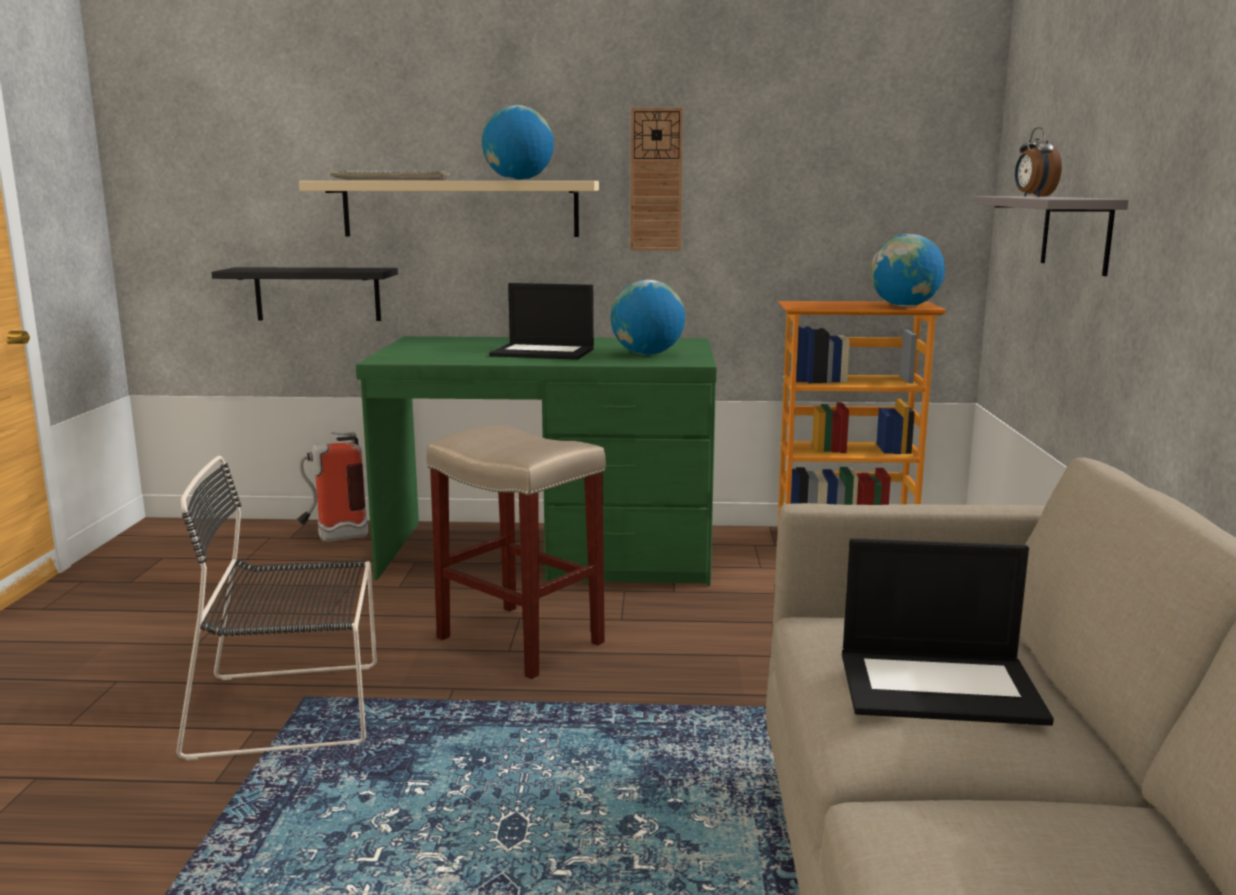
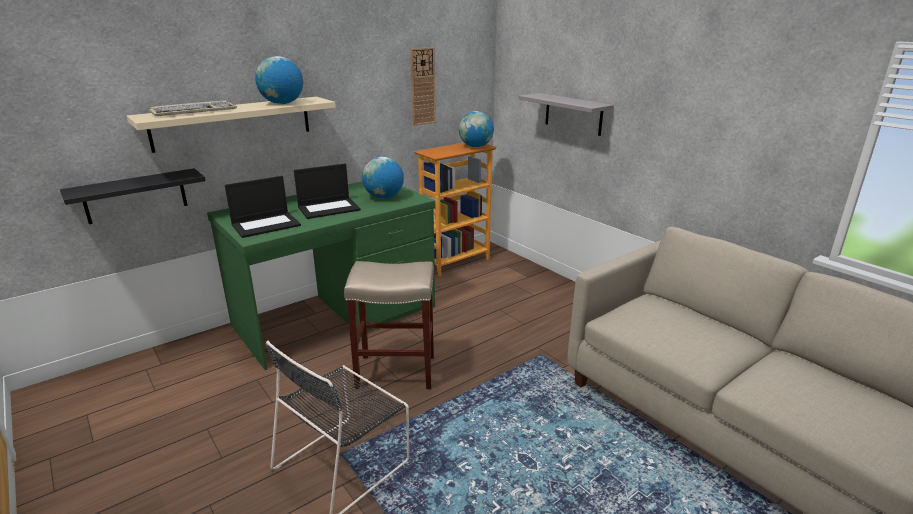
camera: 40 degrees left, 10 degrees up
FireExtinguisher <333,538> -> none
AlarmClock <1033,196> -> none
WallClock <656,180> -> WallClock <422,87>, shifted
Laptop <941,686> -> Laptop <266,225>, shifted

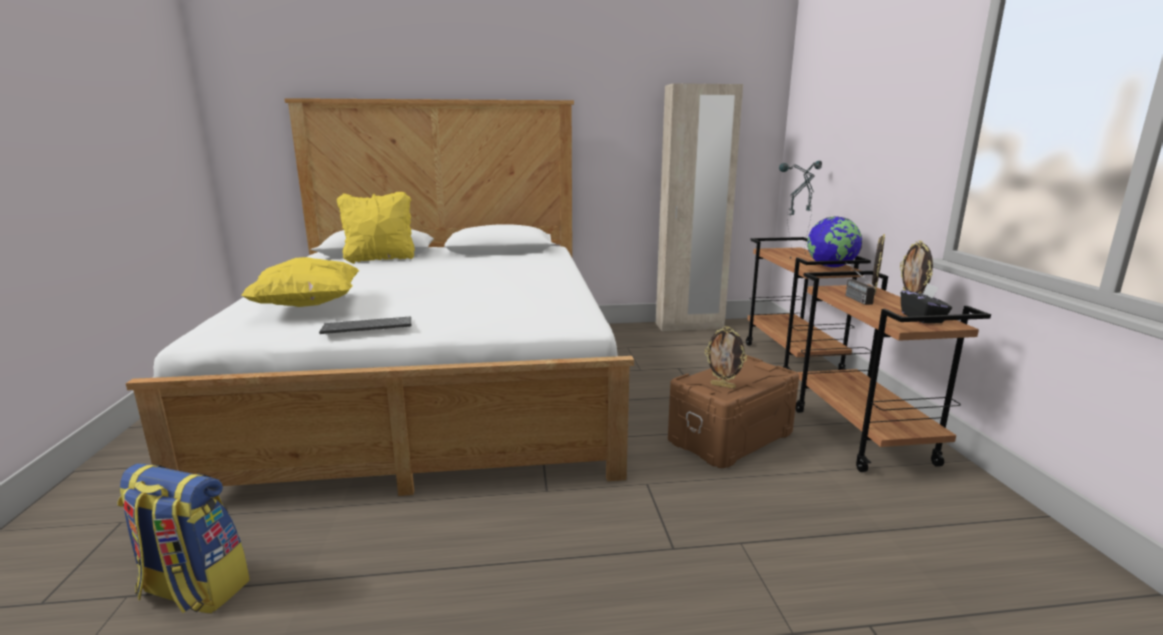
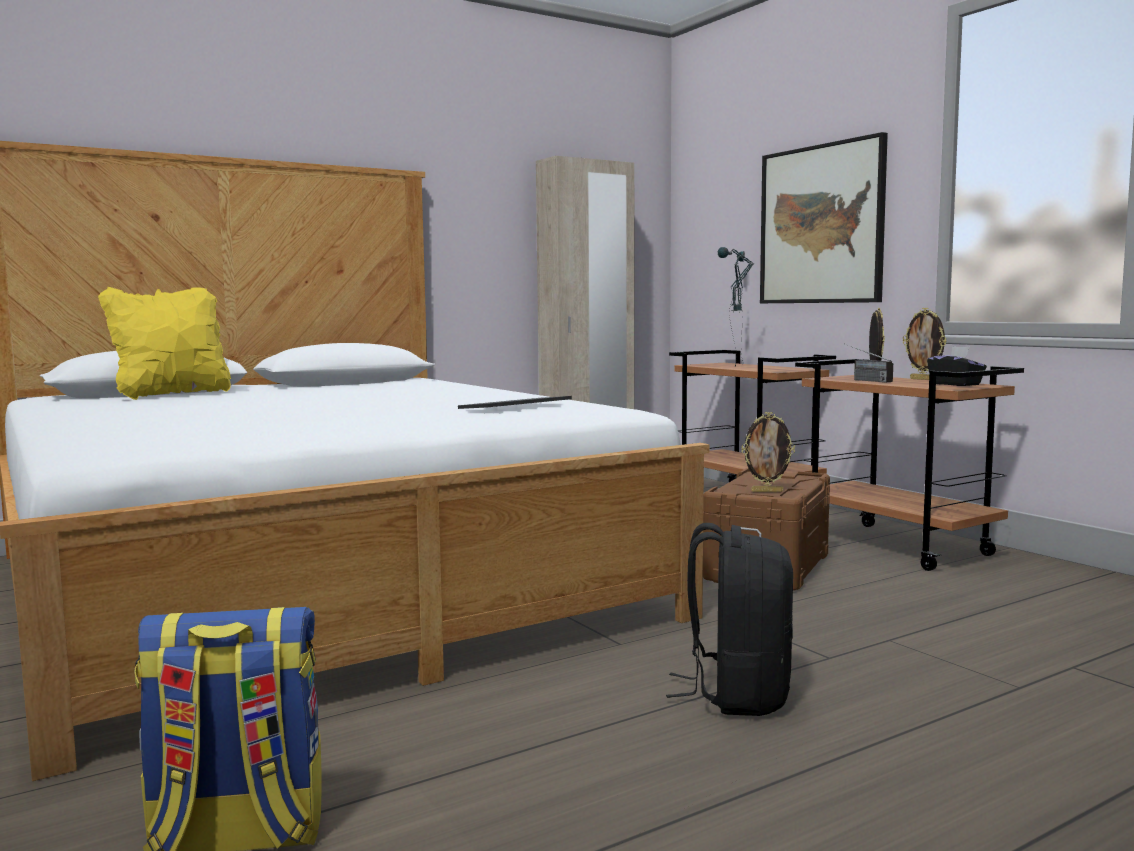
camera: 25 degrees left, 10 degrees down
YellowPillow <307,305> -> none
Globe <831,267> -> none
none -> BlackBackpack <737,694>
none -> Picture <821,225>
Keyboard <366,328> -> Keyboard <516,406>, shifted

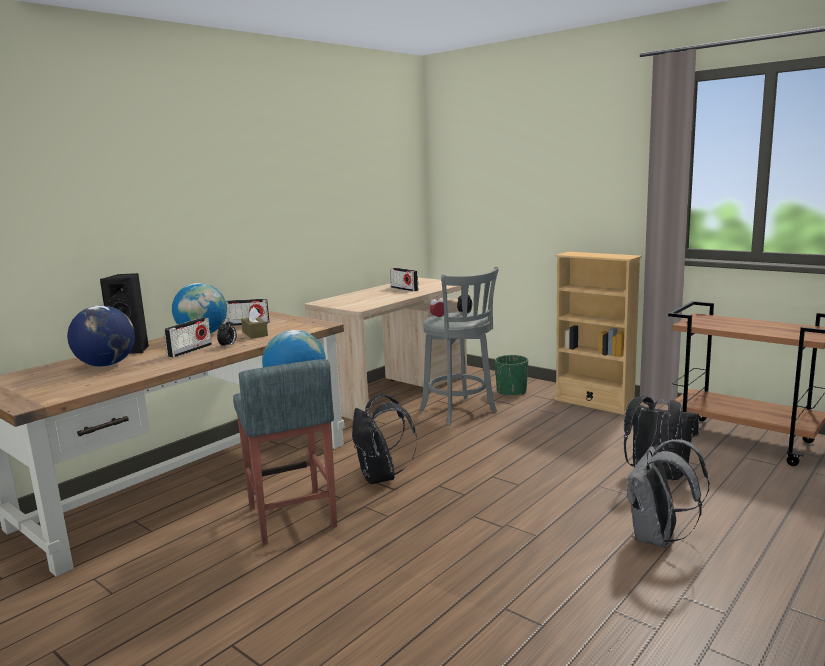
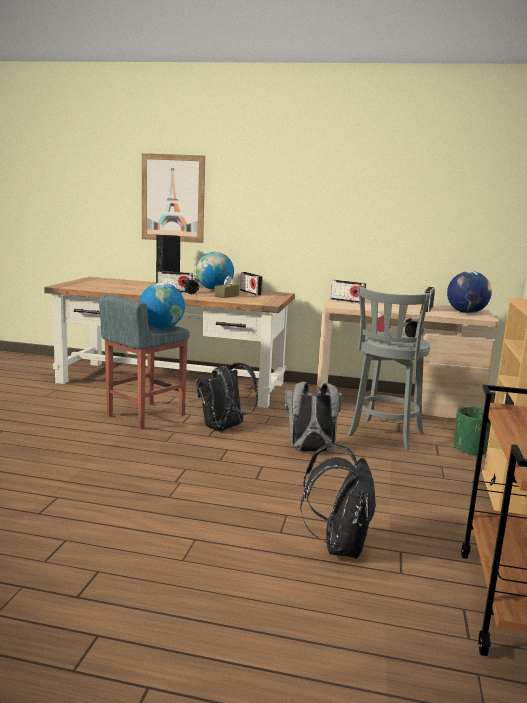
camera: 60 degrees right, 0 degrees up
none -> Picture <173,198>
none -> Radio <347,301>
Globe <106,365> -> Globe <466,313>, shifted
GreyBackpack <658,538> -> GreyBackpack <310,451>, shifted

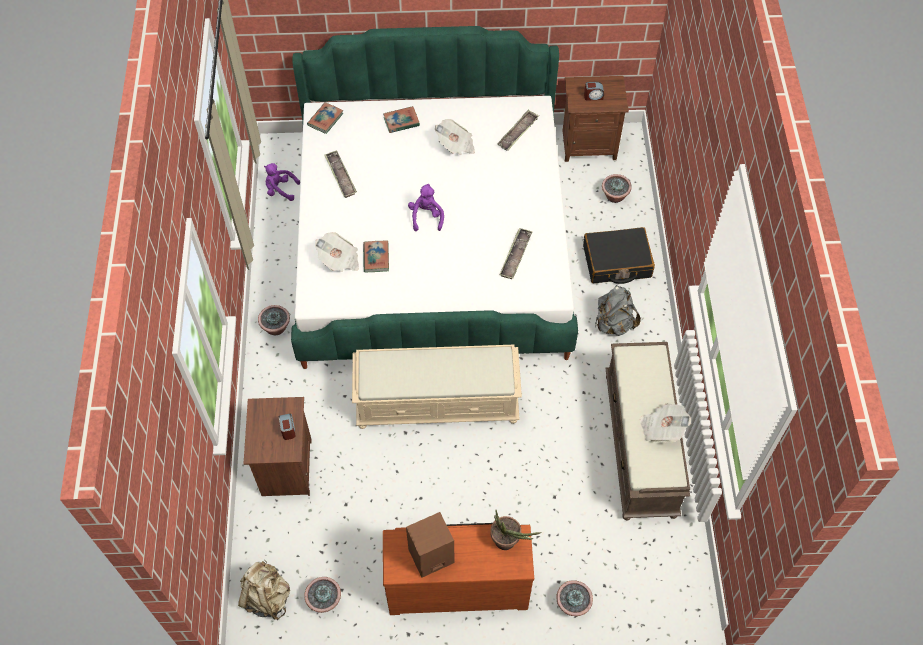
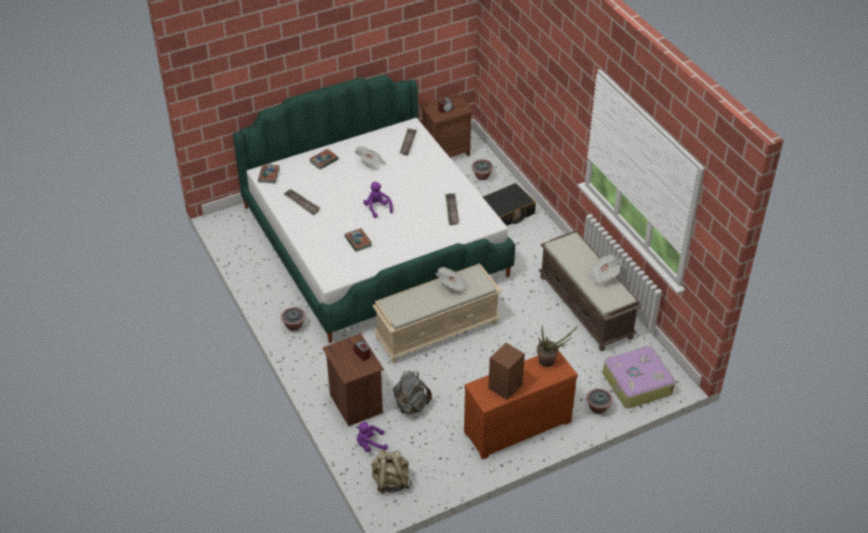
camera: 25 degrees left, 15 degrees down
PottedPlant <324,601> -> none
none -> Suitcase <636,383>
PurplePlushToy <280,190> -> PurplePlushToy <370,444>, shifted
Newspaper <339,260> -> Newspaper <453,286>, shifted
GreyBackpack <614,323> -> GreyBackpack <411,406>, shifted

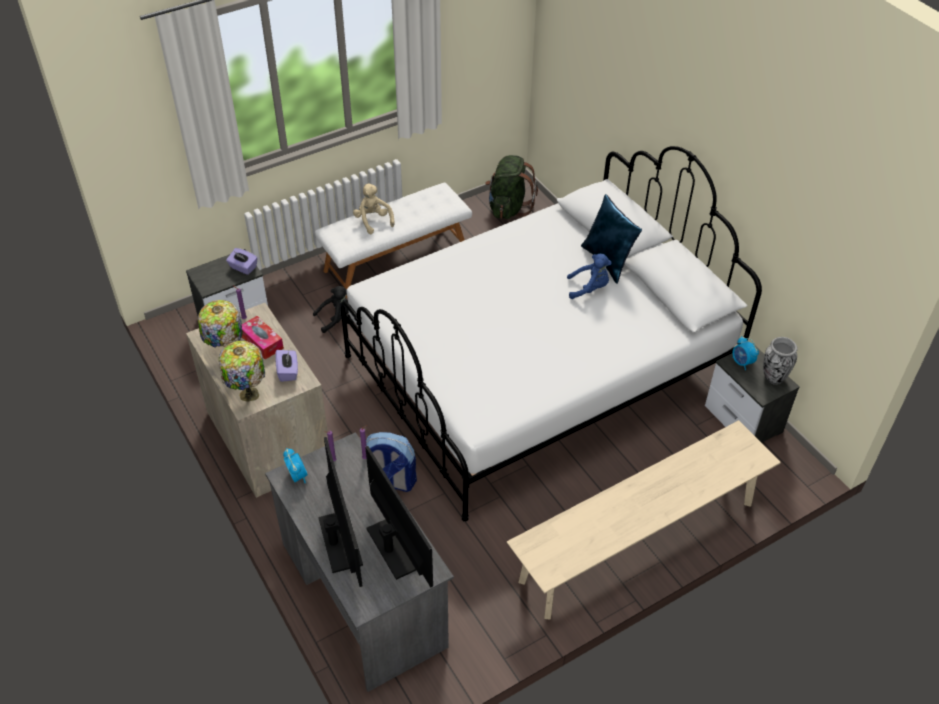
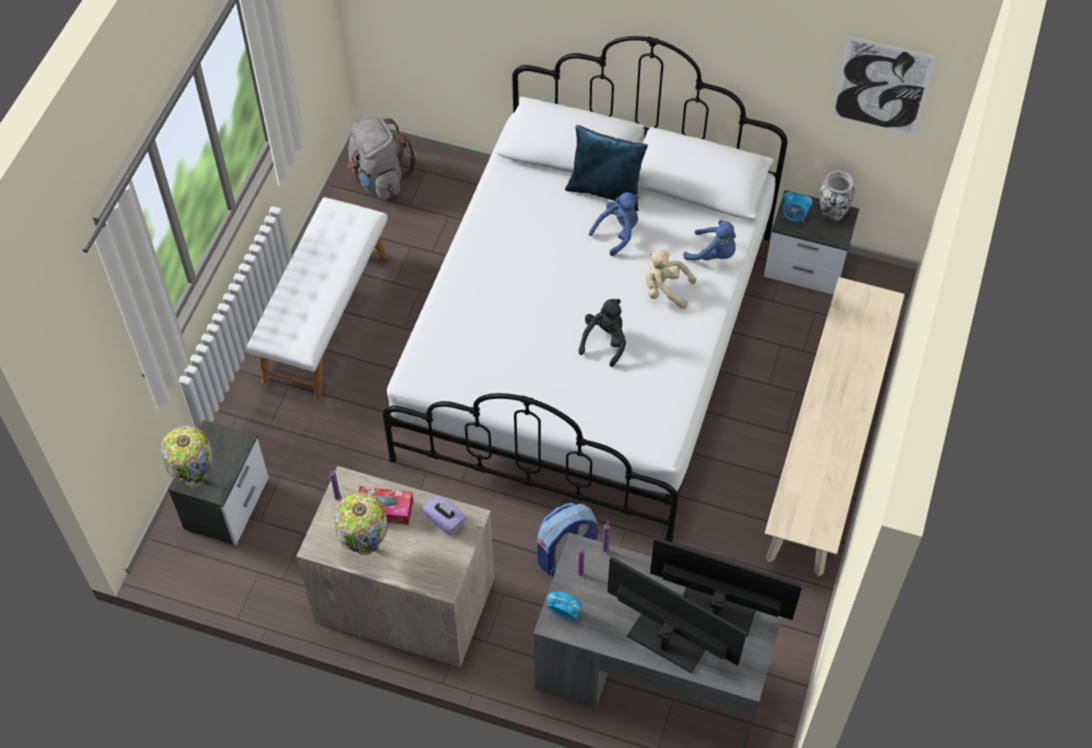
camera: 40 degrees left, 10 degrees up
PurpleTissueBox <243,268> -> none
none -> BluePlushToy <713,254>
none -> Picture <881,87>
TableLamp <248,395> -> TableLamp <195,479>, shifted
BlackPlushToy <335,318> -> BlackPlushToy <605,341>, shifted
BeigePlushToy <373,221> -> BeigePlushToy <665,290>, shifted
GreenBackpack <508,208> -> GreyBackpack <379,178>

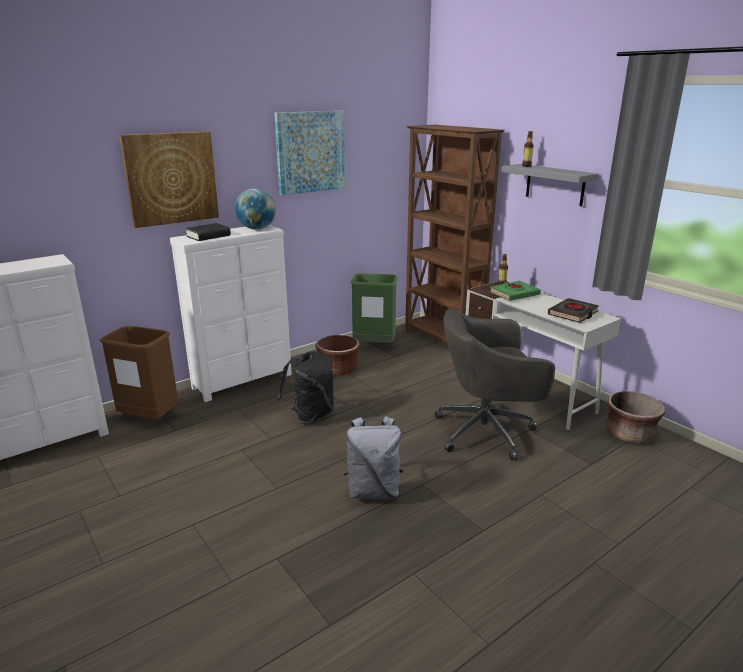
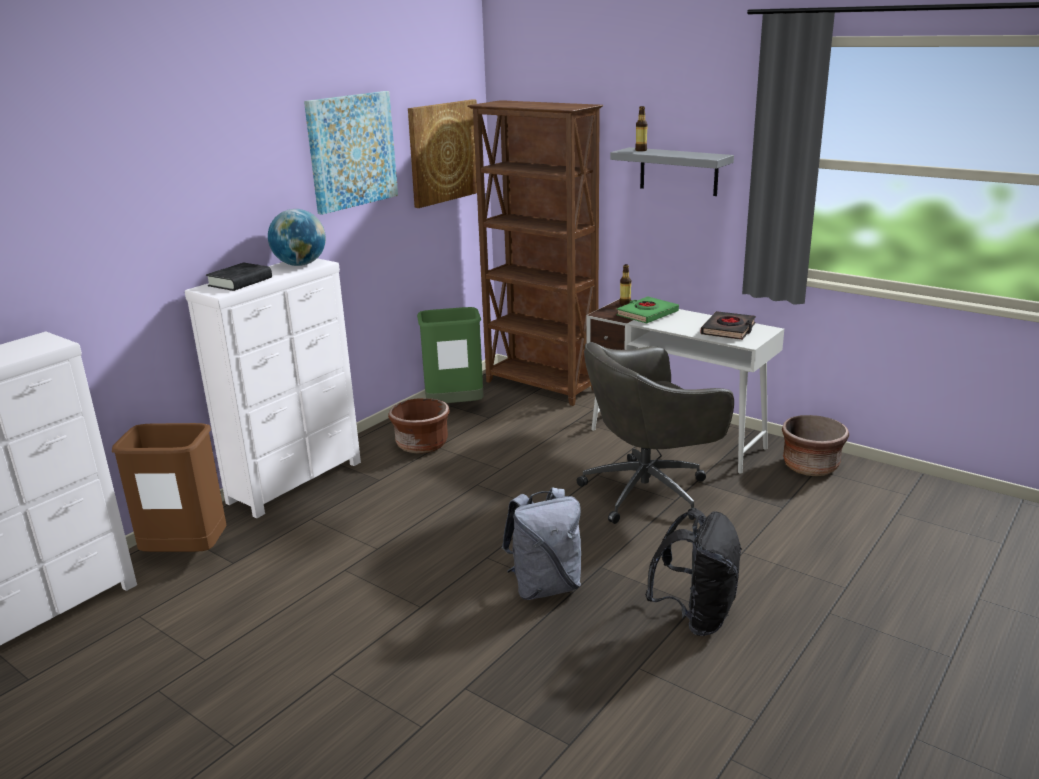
camera: 15 degrees left, 0 degrees up
Picture <171,178> -> Picture <443,152>, shifted
BlackBackpack <310,415> -> BlackBackpack <696,616>, shifted

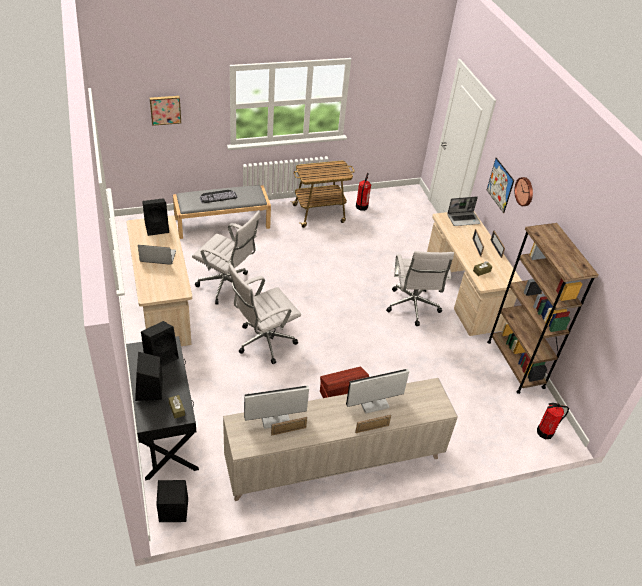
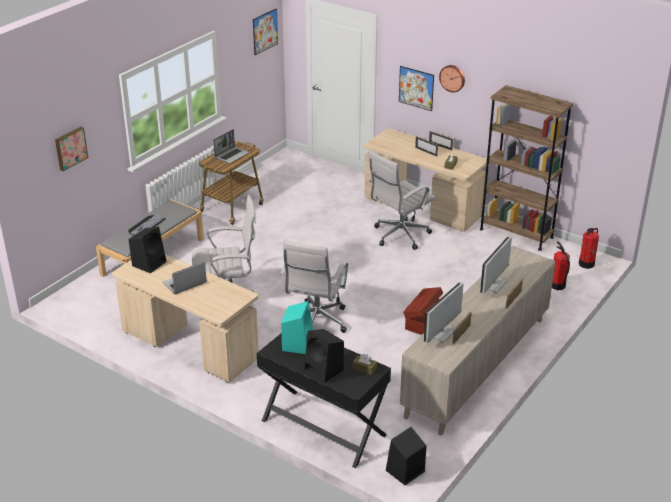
camera: 35 degrees left, 10 degrees down
none -> Picture <265,31>
FireExtinguisher <361,207> -> FireExtinguisher <557,285>, shifted
Laptop <463,219> -> Laptop <232,155>, shifted
BlackSpeaker <161,355> -> TurquoiseSpeaker <298,343>
WhiteOfficeChair <413,308> -> WhiteOfficeChair <399,236>, 90 degrees clockwise

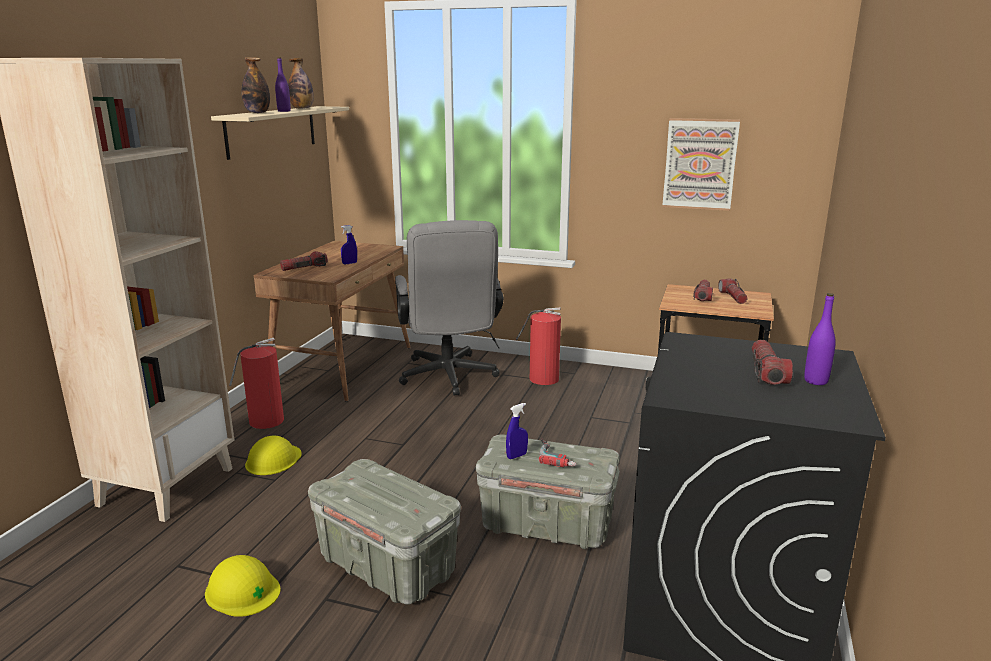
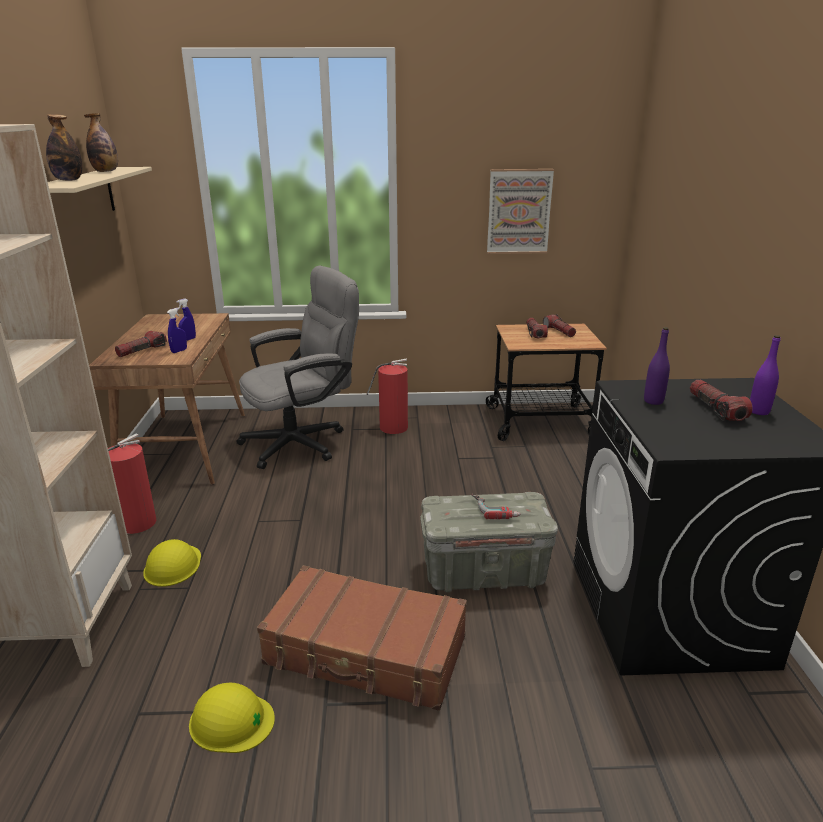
camera: 20 degrees left, 5 degrees up
PurpleBottle <284,111> -> PurpleBottle <653,401>, shifted
BlueSprayBottle <516,456> -> BlueSprayBottle <179,351>, shifted
GreyStorageBox <388,566> -> BrownSuitcase <366,651>
GreyOfficeChair <449,378> -> GreyOfficeChair <303,442>, 90 degrees counterclockwise

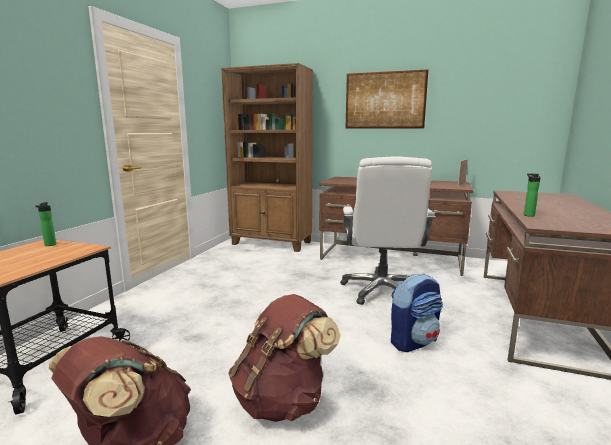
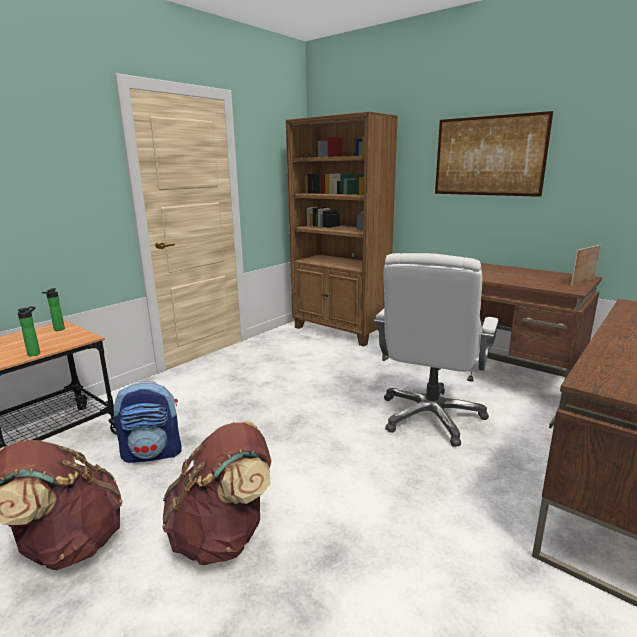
camera: 20 degrees right, 5 degrees up
Backpack <413,341> -> Backpack <153,453>, shifted
Bottle <528,215> -> Bottle <35,353>, shifted

